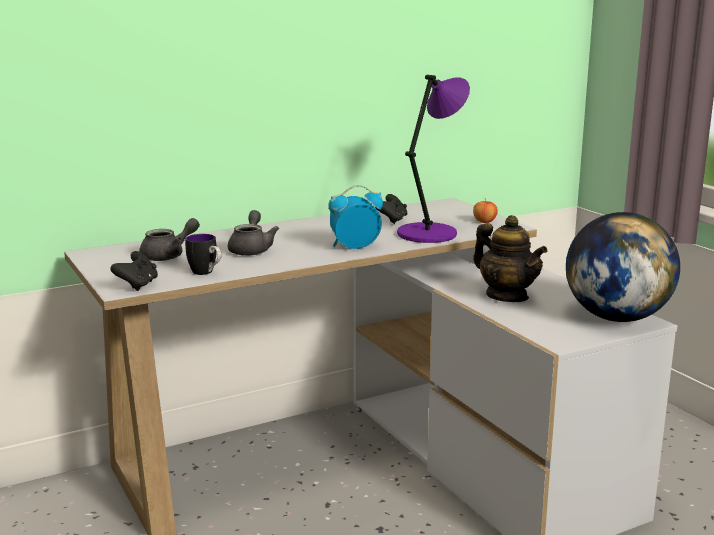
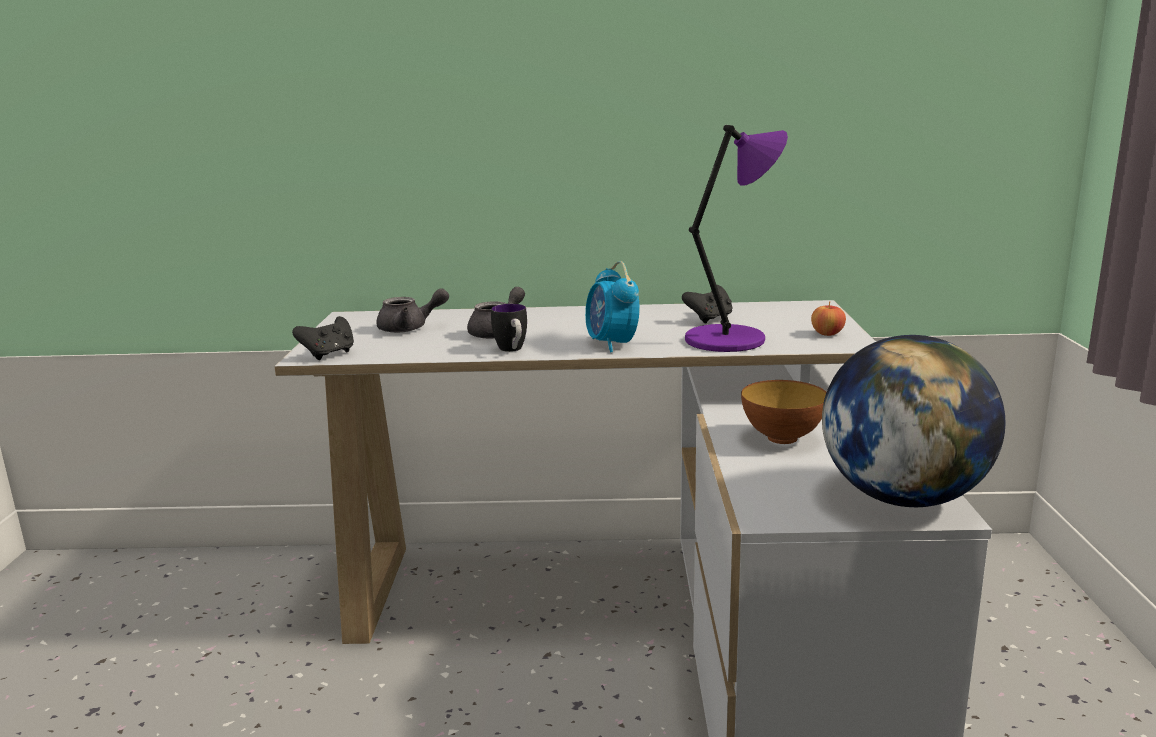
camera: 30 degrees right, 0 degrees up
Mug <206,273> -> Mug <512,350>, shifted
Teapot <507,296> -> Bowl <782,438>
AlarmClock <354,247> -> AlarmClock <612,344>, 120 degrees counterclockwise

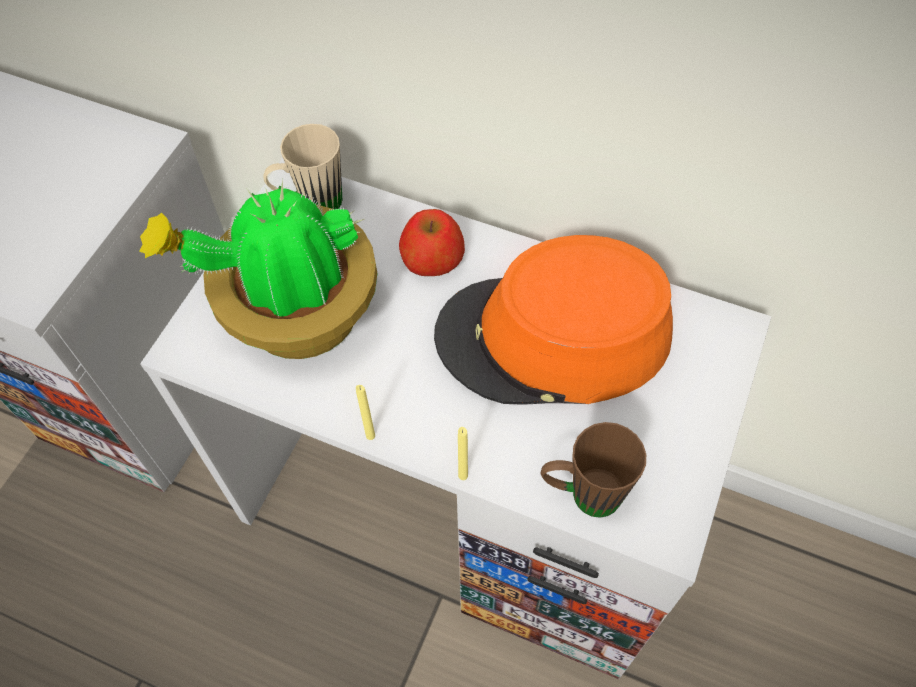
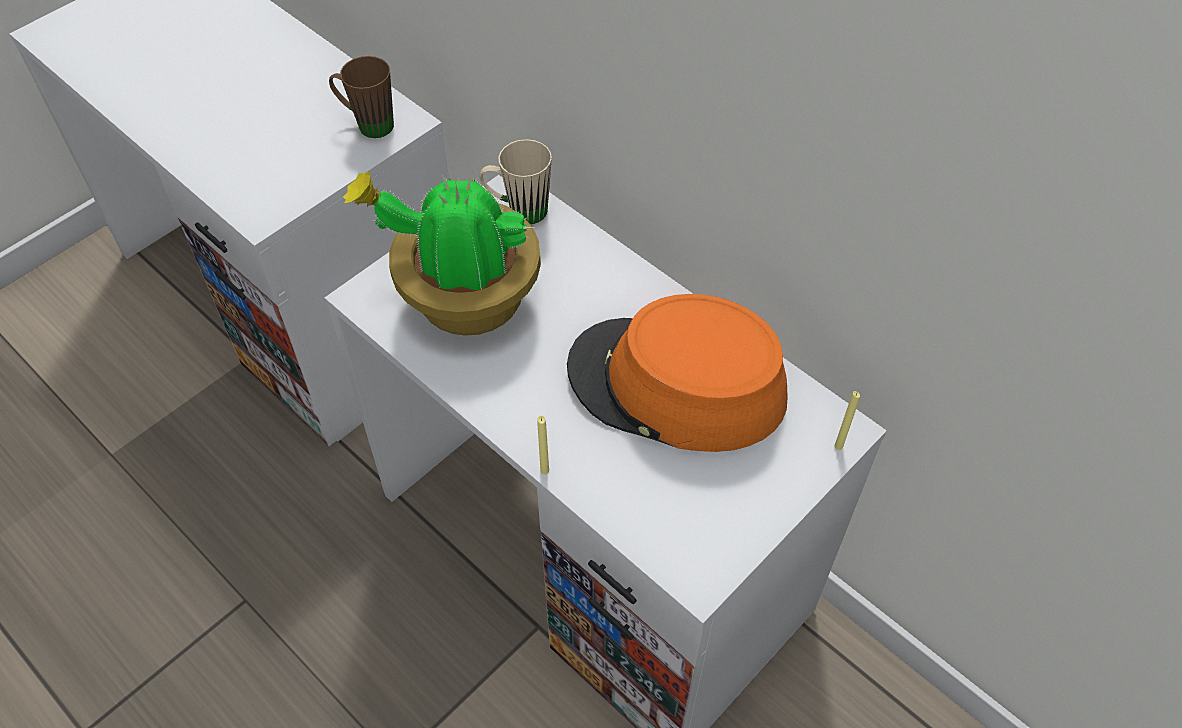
camera: 20 degrees right, 5 degrees down
Apple <432,260> -> none
YellowCandle <370,435> -> YellowCandle <838,446>, shifted
BrownMug <583,494> -> BrownMug <367,124>, shifted

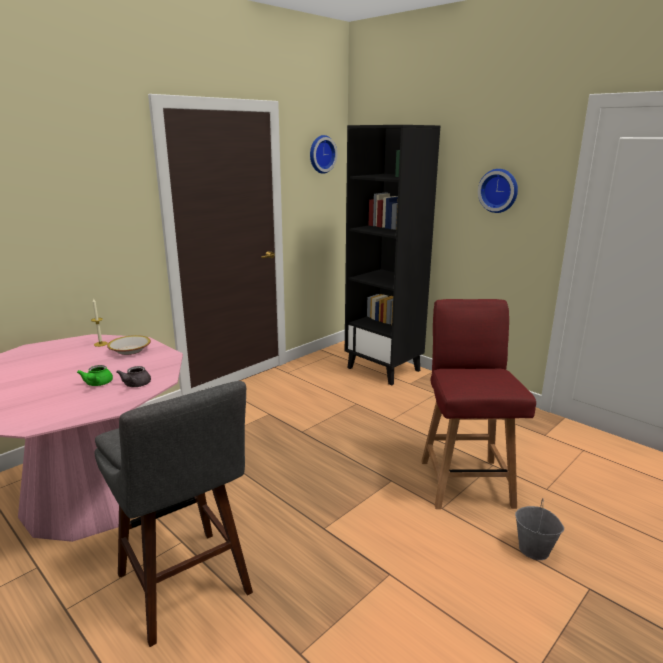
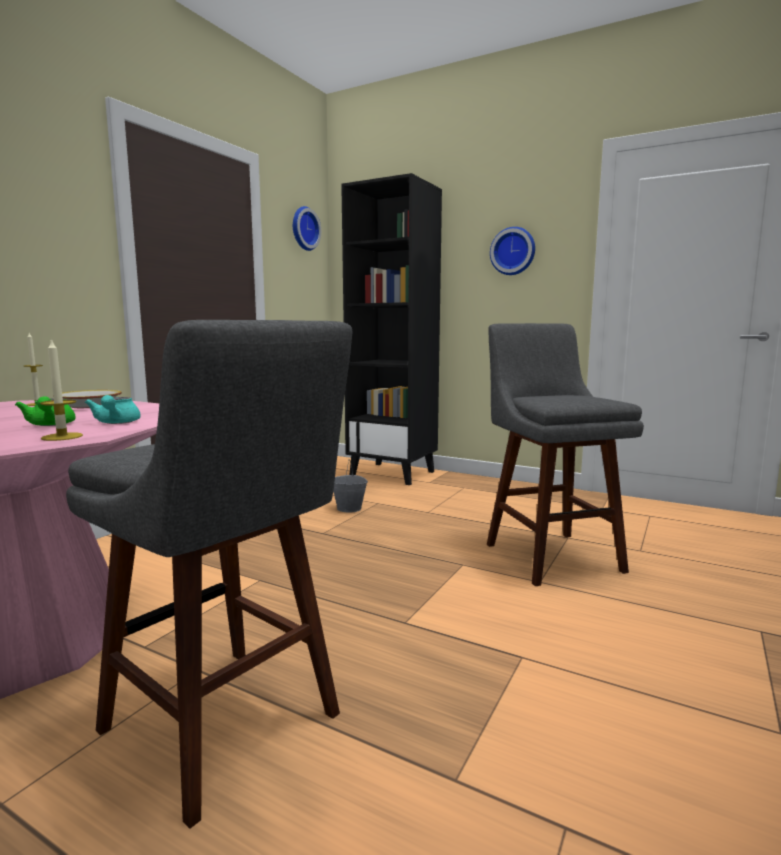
camera: 15 degrees left, 10 degrees down
none -> Candle <62,437>
GreyBucket <534,549> -> GreyBucket <349,508>, shifted
RedChair <465,481> -> GreyStool <549,554>
GreyTeapot <135,385> -> TurquoiseTeapot <116,423>

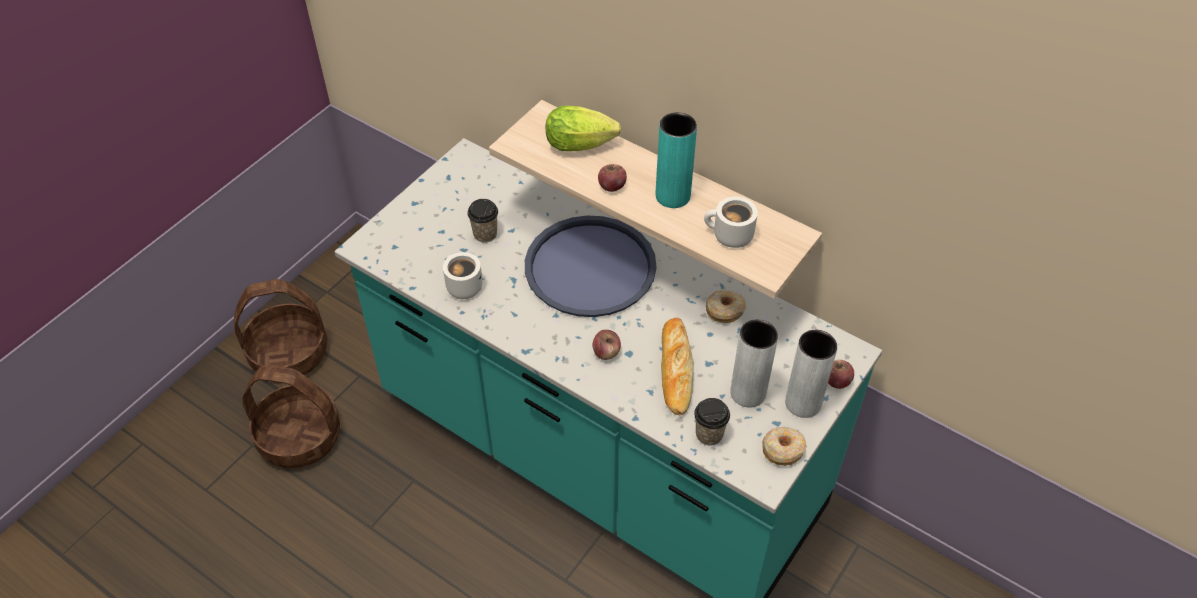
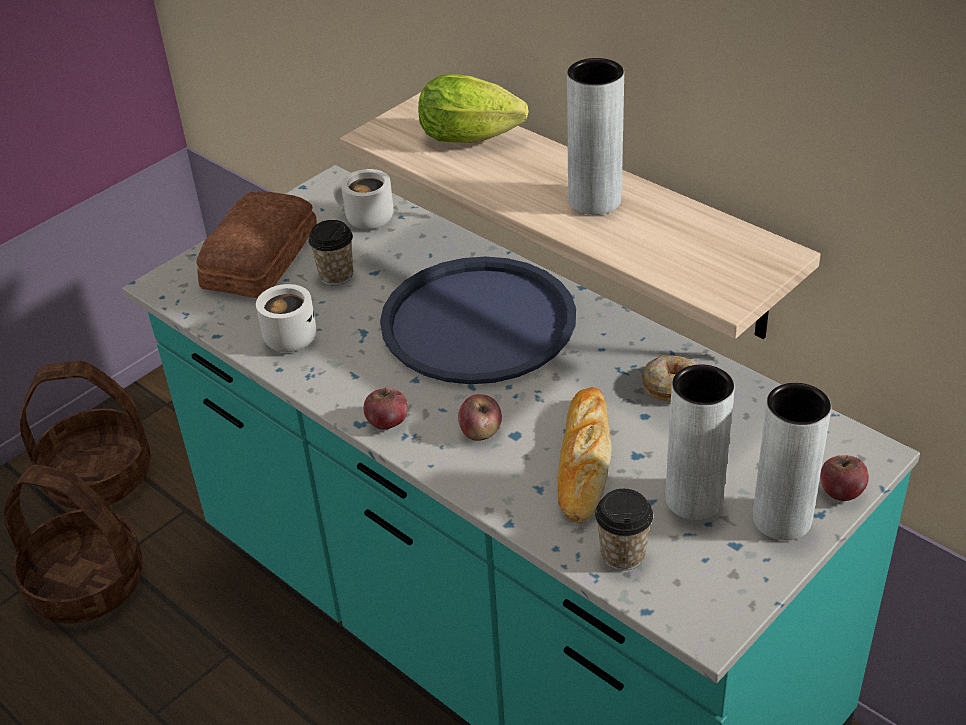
camera: 10 degrees right, 10 degrees down
Donut <782,449> -> none
none -> Bread <257,258>
Apple <612,186> -> Apple <387,422>, shifted
WhiteMug <729,237> -> WhiteMug <365,219>, shifted
TurquoiseVase <672,196> -> GreyVase <594,200>

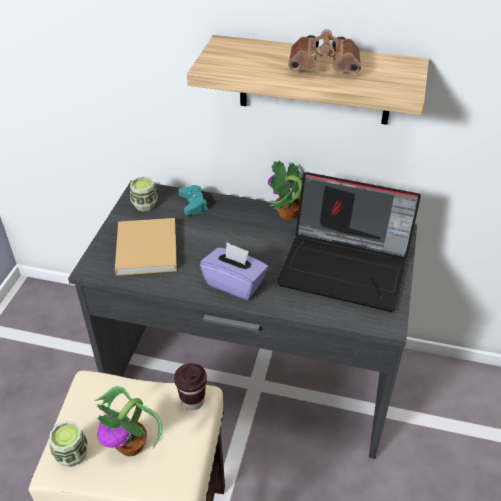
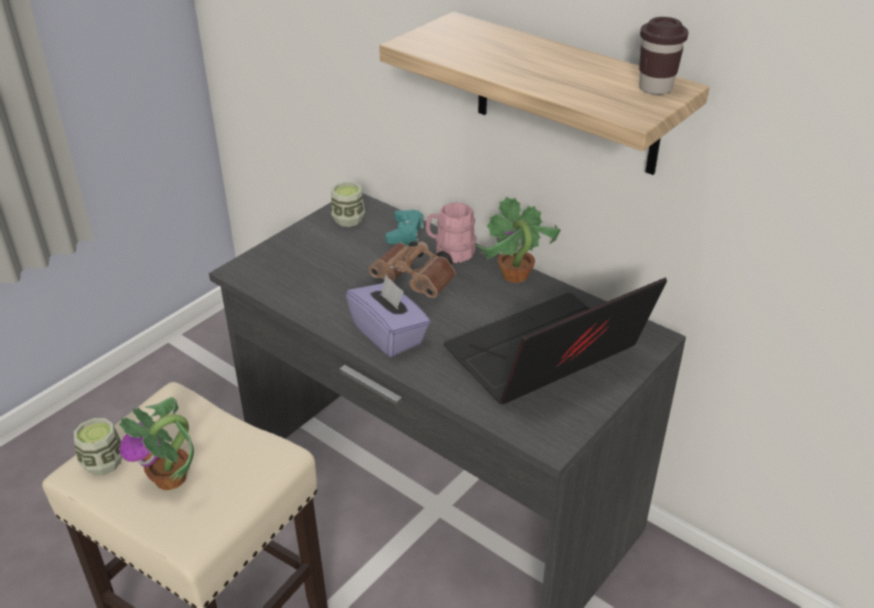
camera: 25 degrees right, 5 degrees down
BeigeBook <147,247> -> none
none -> PinkMug <450,251>
BrownCup <192,401> -> BrownCup <655,88>, shifted
BrownBinoculars <326,68> -> BrownBinoculars <417,282>, shifted
Laptop <346,267> -> Laptop <545,359>, 105 degrees clockwise

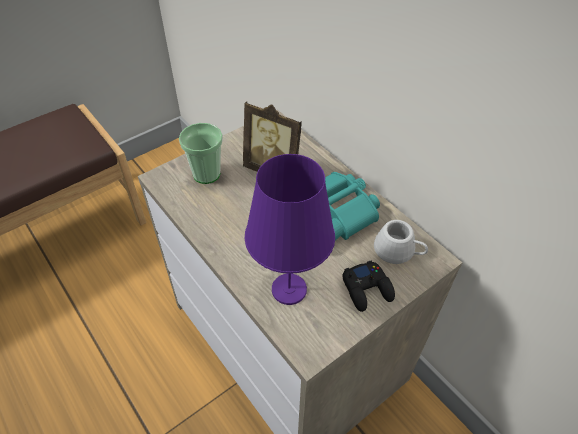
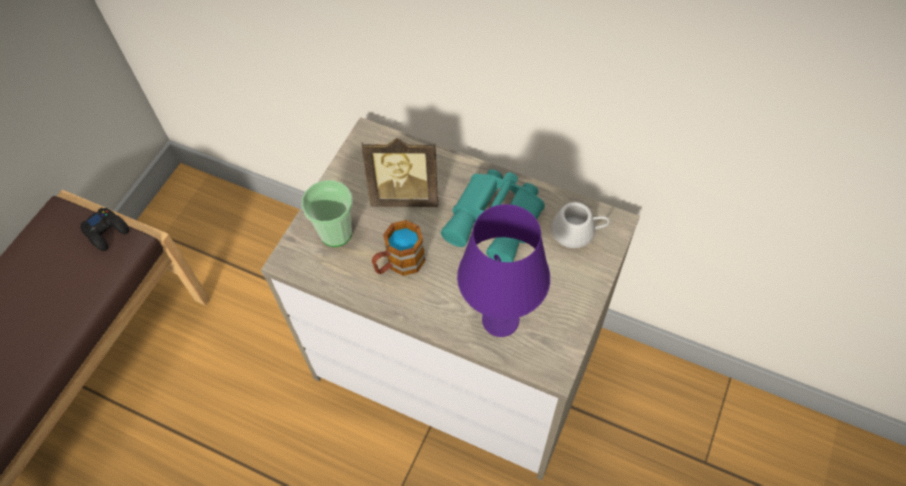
camera: 25 degrees left, 10 degrees up
none -> Mug <399,263>
BlackGameController <367,289> -> BlackGameController <107,231>, shifted

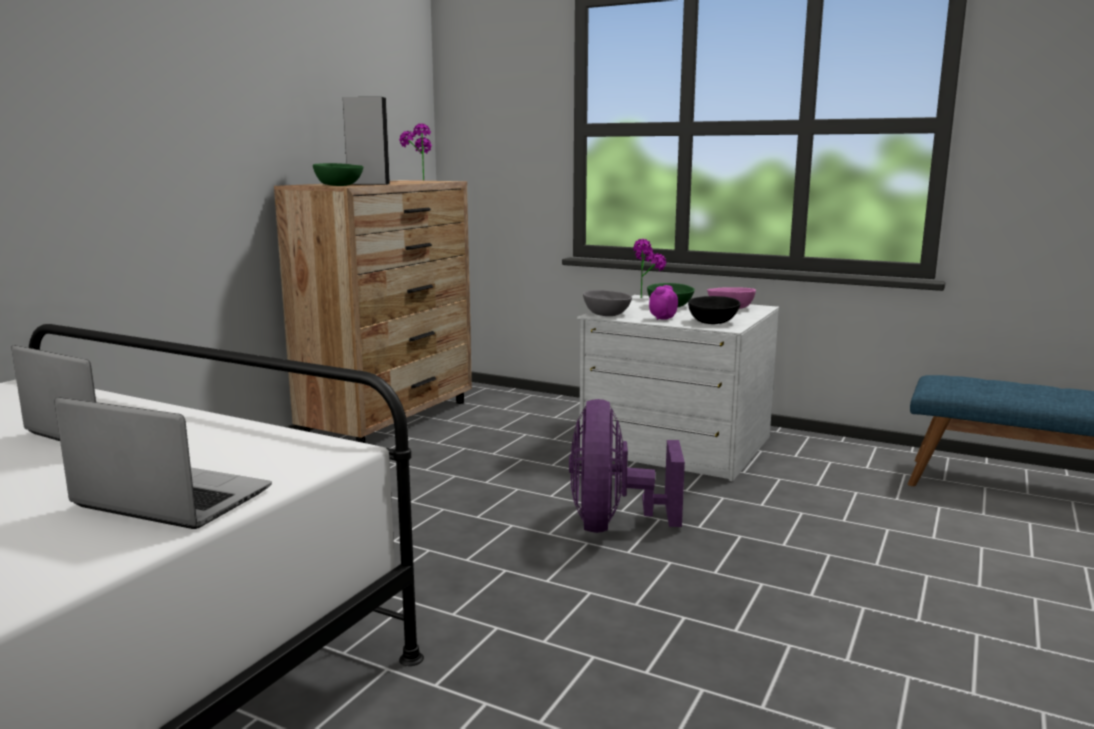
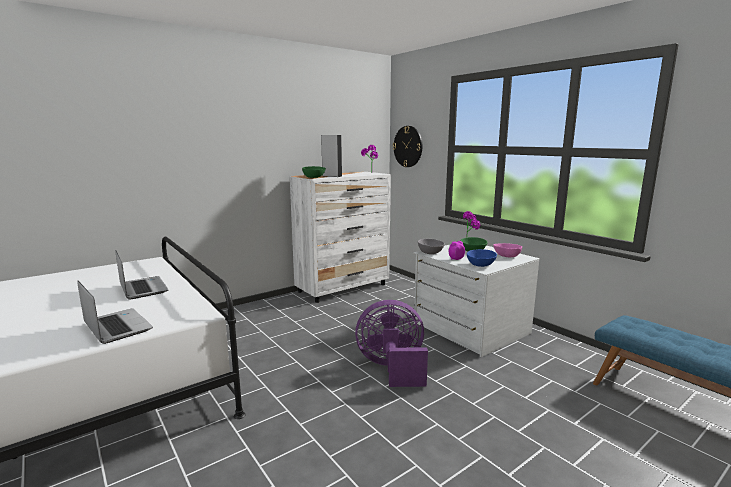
camera: 25 degrees right, 0 degrees up
none -> WallClock <408,146>
BrownDresser <390,418> -> WhiteDresser <343,288>
BlackBowl <712,322> -> BlueBowl <480,265>
PurpleFan <613,524> -> PurpleFan <392,368>, 60 degrees clockwise

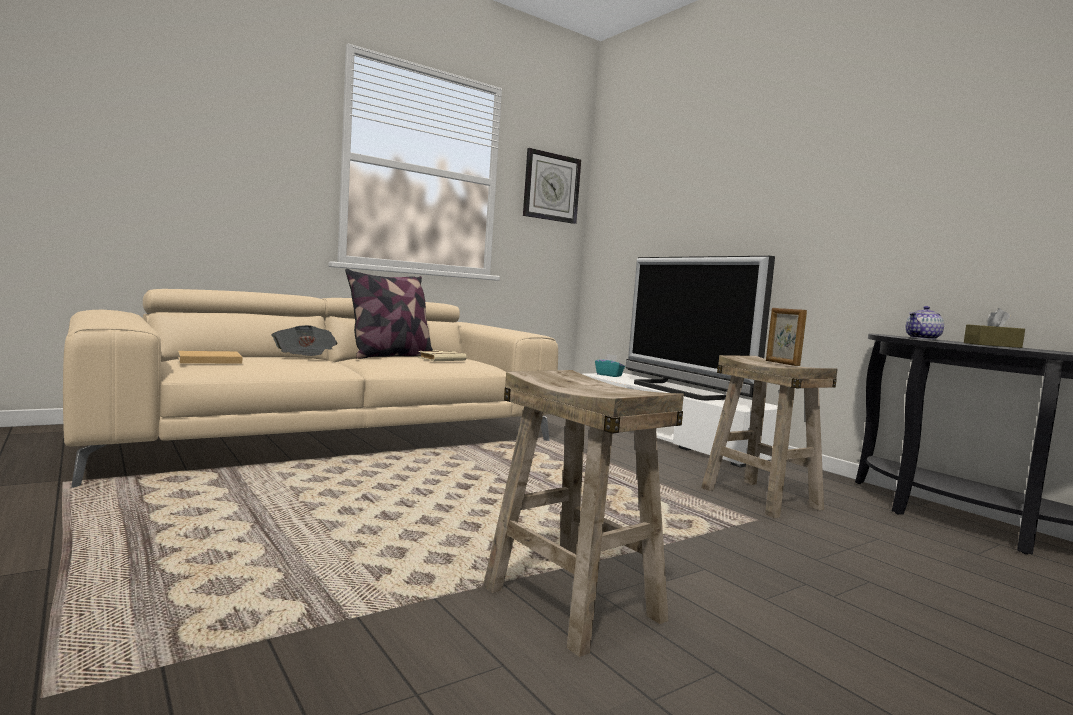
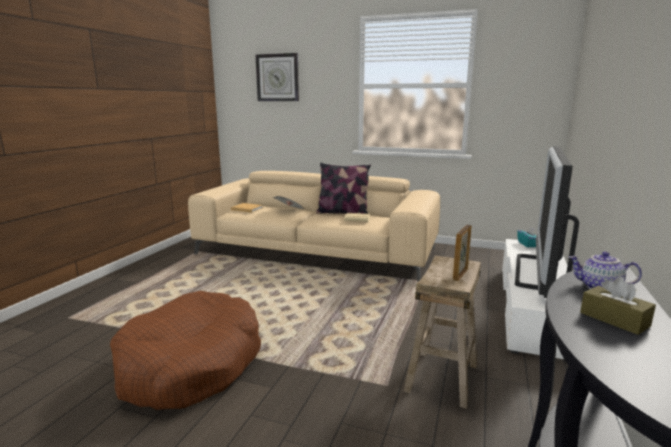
camera: 55 degrees right, 10 degrees up
WallClock <551,187> -> WallClock <277,77>, shifted
BeigeStool <570,603> -> BrownDogBed <191,364>

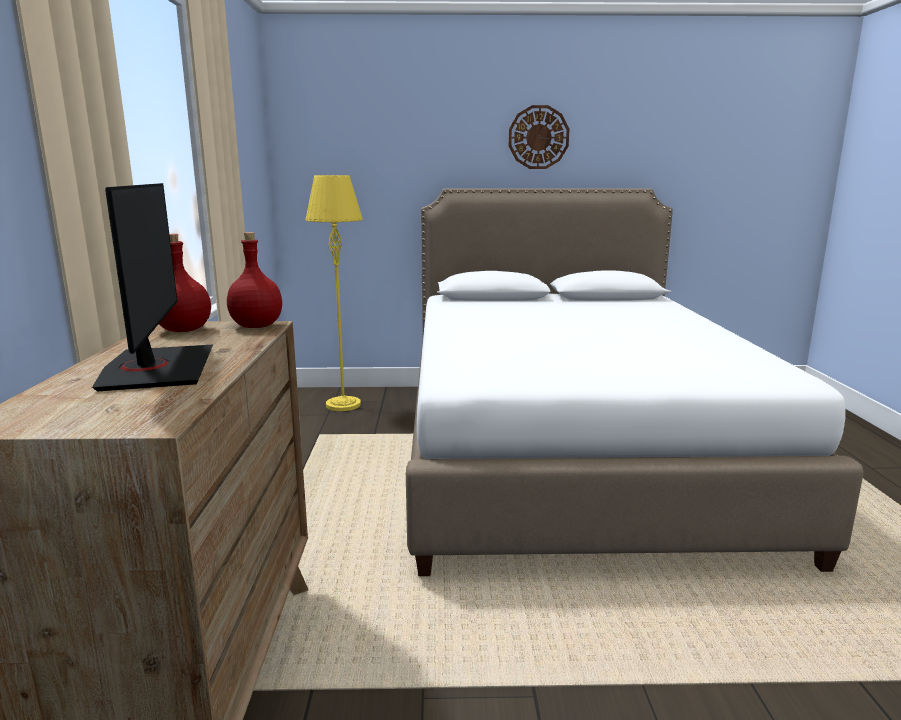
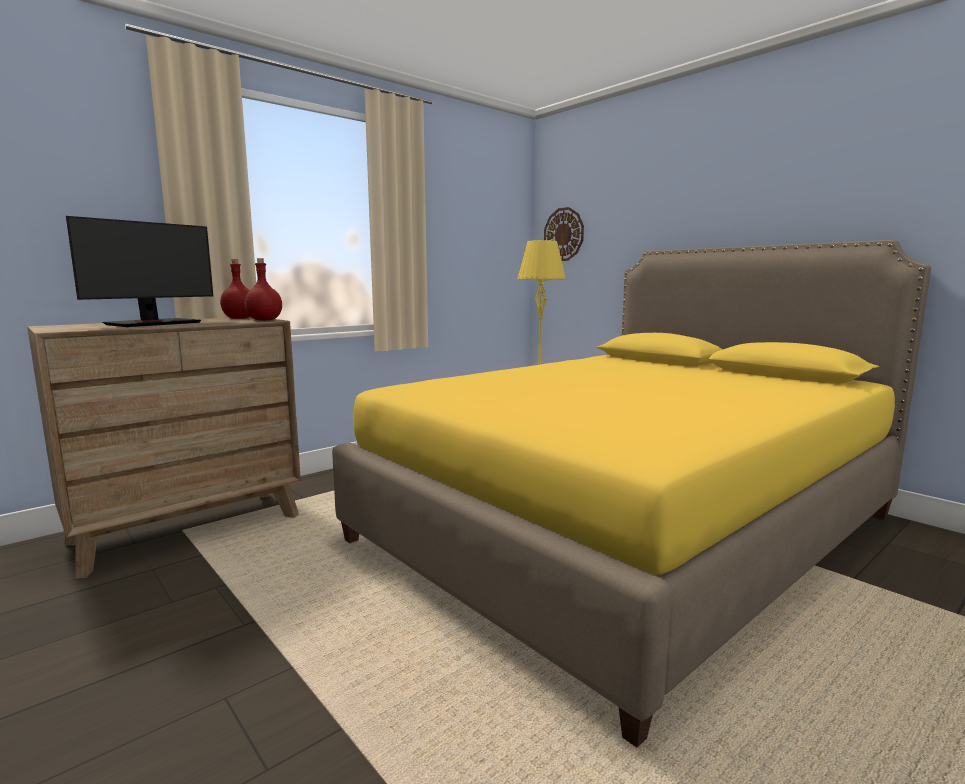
camera: 50 degrees right, 5 degrees down
WallClock <538,137> -> WallClock <563,234>, shifted
WhiteBed <568,453> -> YellowBed <627,528>

